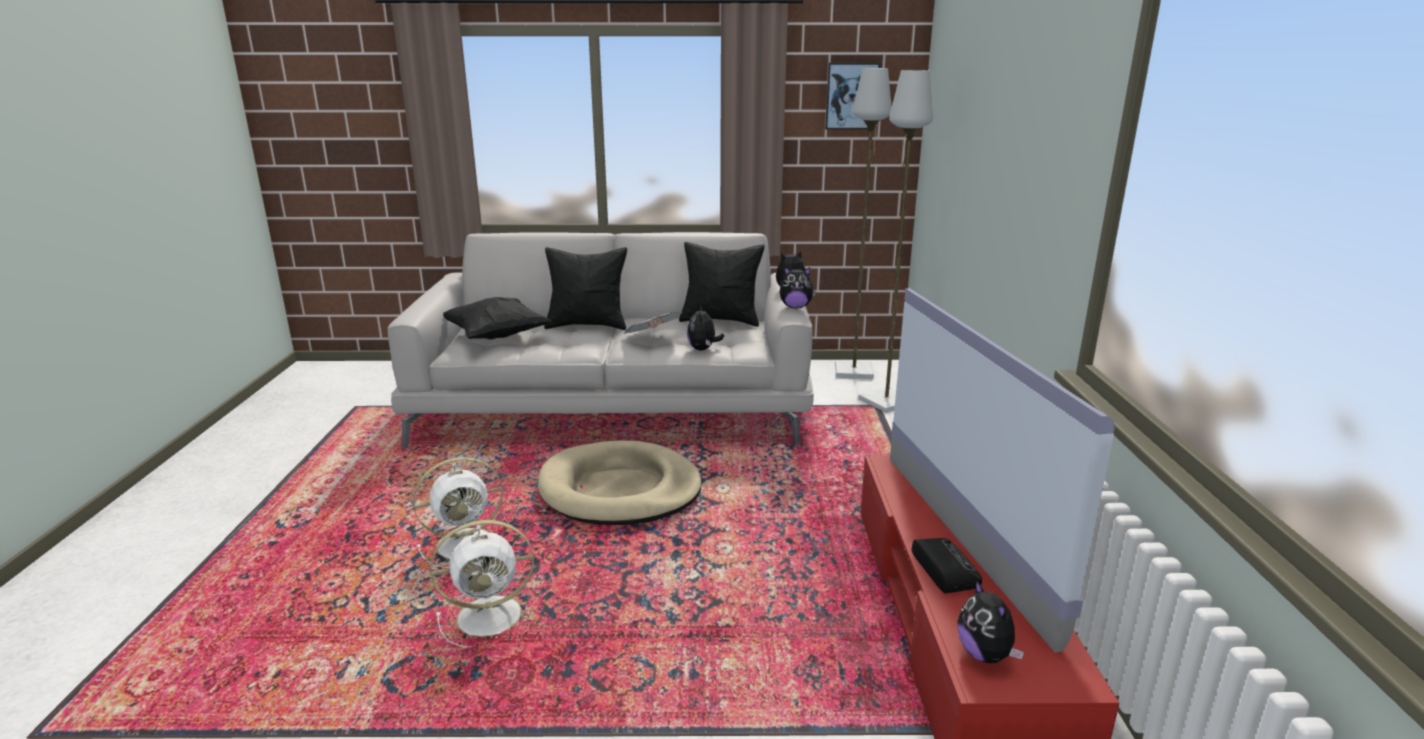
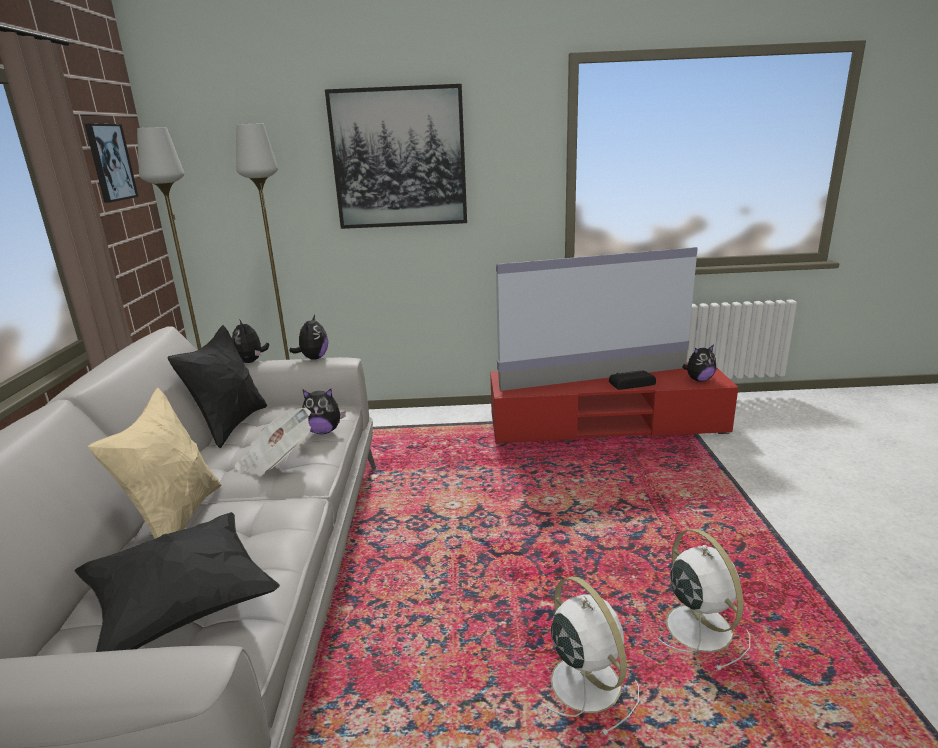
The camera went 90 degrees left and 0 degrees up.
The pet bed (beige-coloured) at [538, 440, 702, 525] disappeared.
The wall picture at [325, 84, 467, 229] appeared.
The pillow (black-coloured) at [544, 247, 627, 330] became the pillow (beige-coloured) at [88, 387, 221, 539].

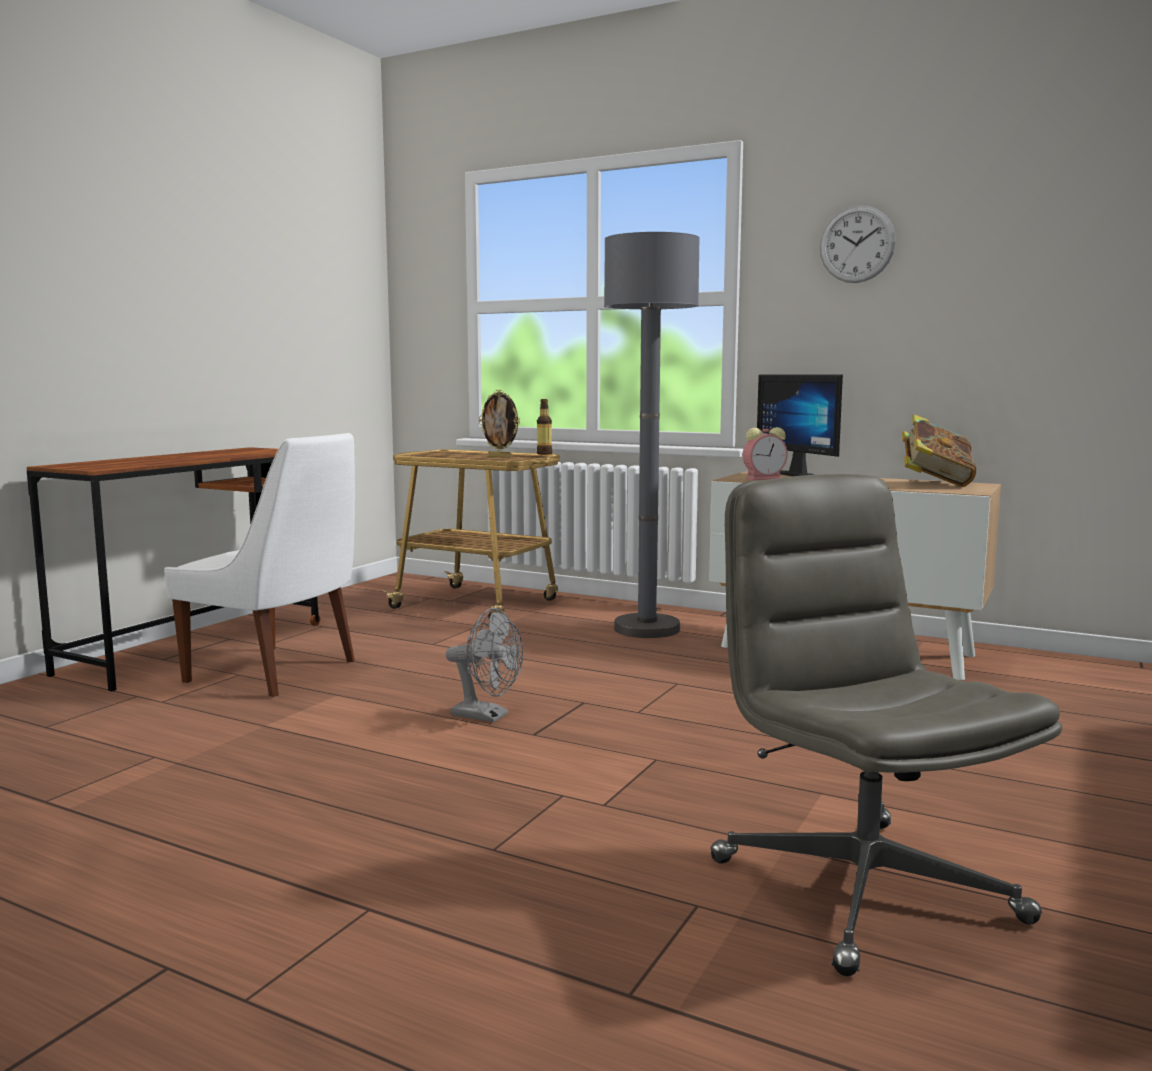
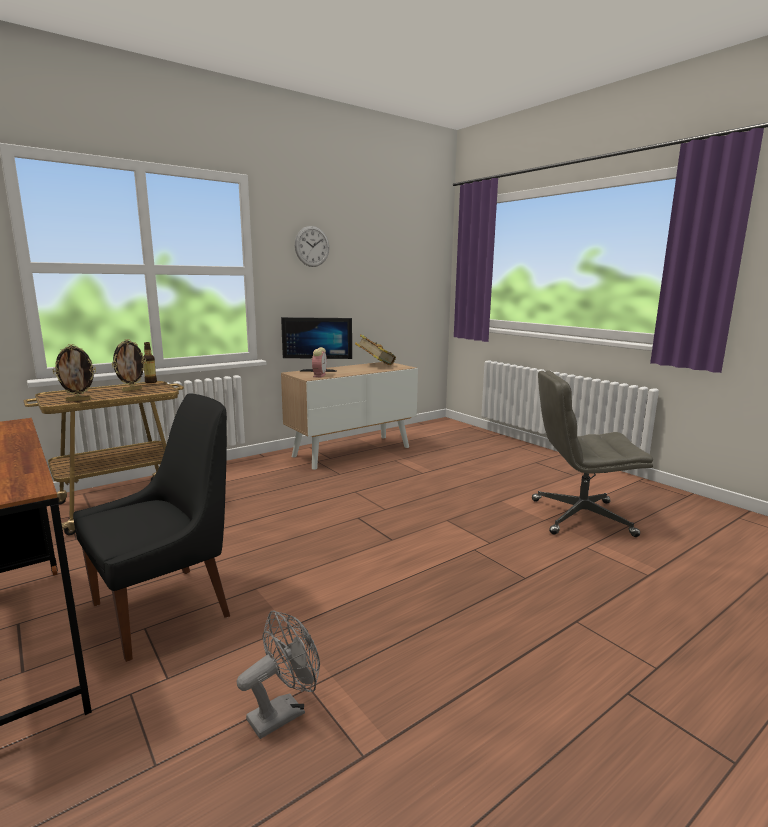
The camera went 65 degrees left and 5 degrees up.
The standard lamp (greyish) at [604, 232, 700, 638] disappeared.
The standing frame at [53, 344, 96, 402] appeared.
The cooling fan (greyish) moved from [445, 608, 524, 723] to [237, 610, 320, 739].
The upright chair (white-coloured) at [164, 433, 355, 697] became the upright chair (black-coloured) at [73, 393, 230, 662].

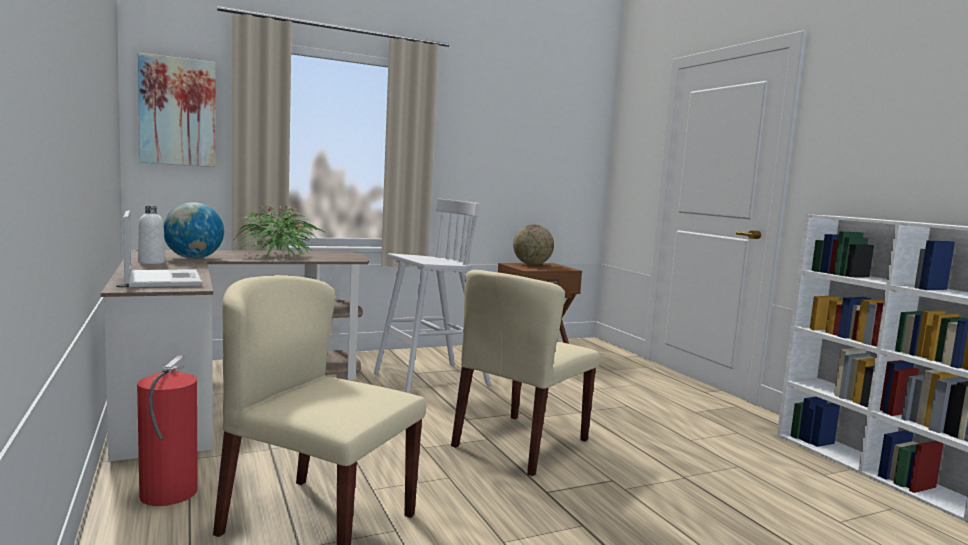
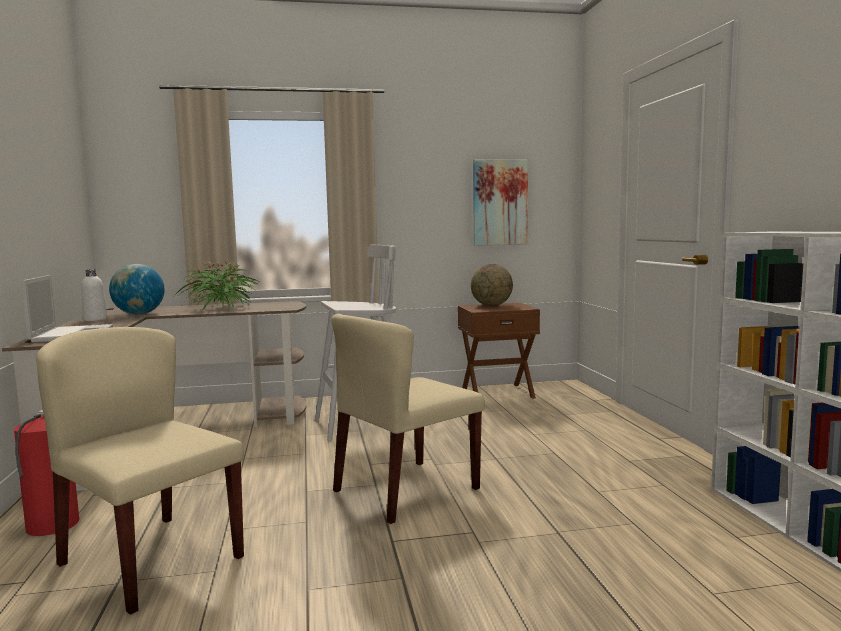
The camera went 15 degrees right and 0 degrees up.
The wall picture moved from [138, 53, 215, 167] to [473, 159, 528, 246].

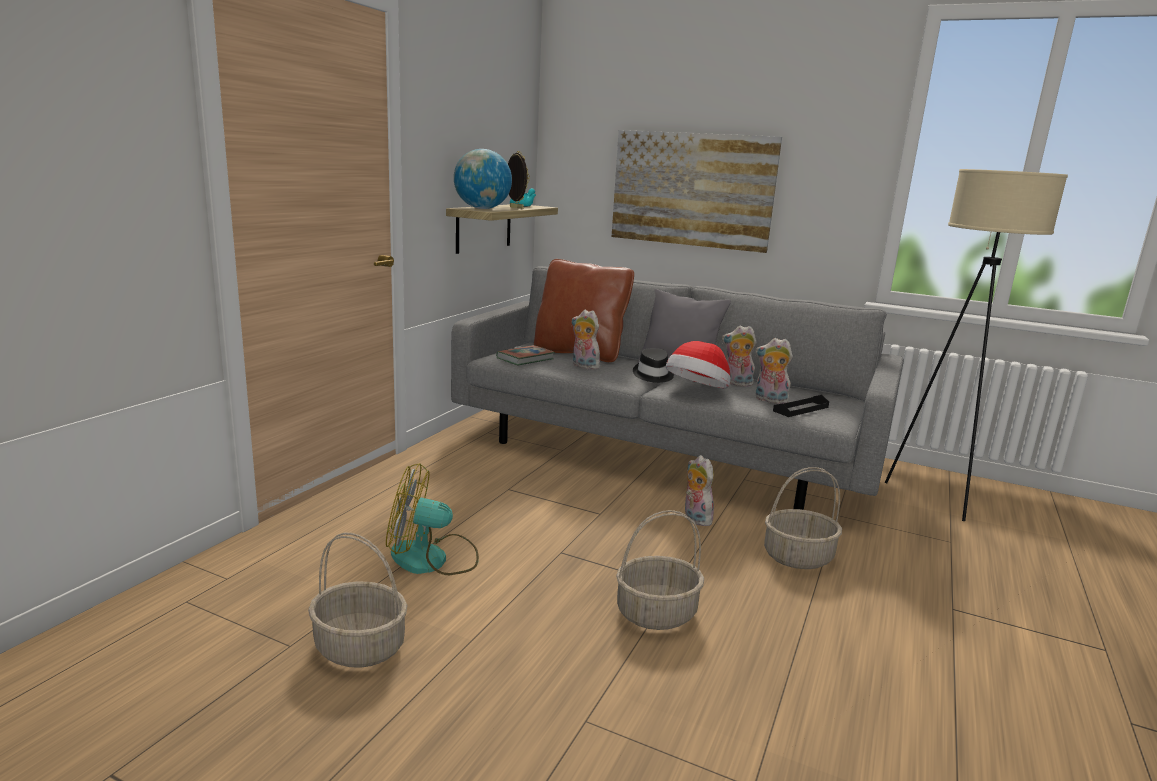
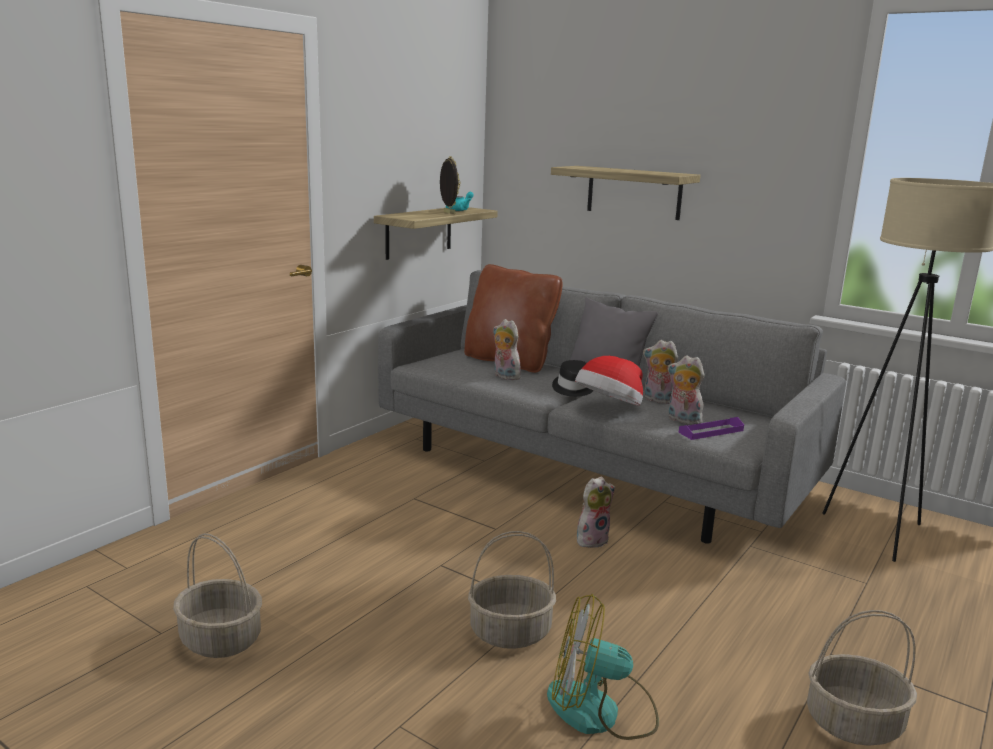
The camera went 10 degrees right and 0 degrees up.
The globe at [454, 149, 512, 209] disappeared.
The volume at [496, 345, 555, 365] disappeared.
The cooling fan moved from [386, 463, 479, 575] to [547, 594, 659, 740].
The storage basket moved from [764, 467, 842, 569] to [807, 610, 917, 746].
The wall picture at [612, 130, 782, 253] was replaced by the bracket shelf at [551, 166, 701, 220].
The carrying tray (black-coloured) at [773, 395, 829, 417] became the carrying tray (purple-coloured) at [679, 417, 744, 440].
The plush toy at [685, 455, 714, 526] turned 75 degrees clockwise.

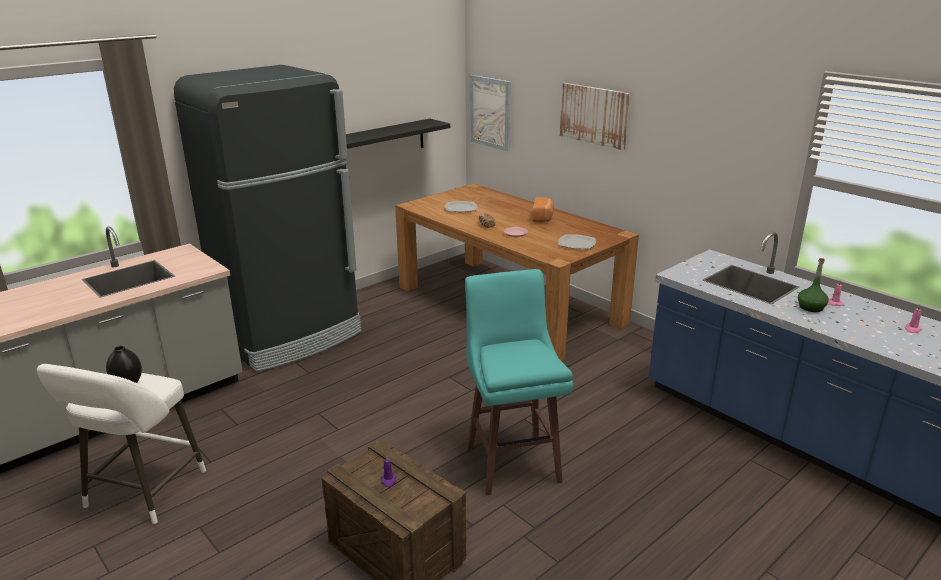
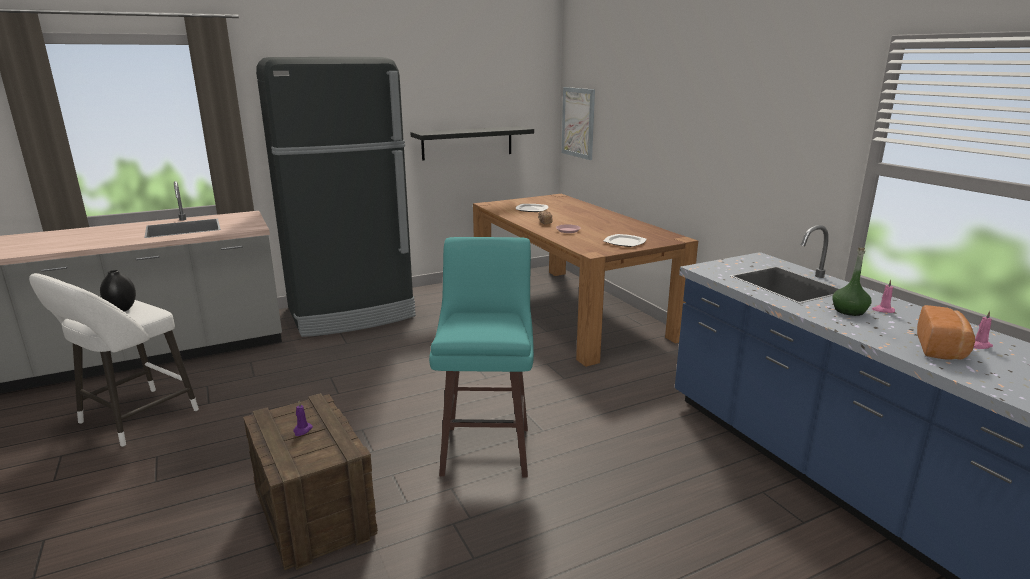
The camera went 15 degrees right and 5 degrees down.
The wall picture at [560, 83, 630, 150] disappeared.
The bakery bread moved from [532, 197, 554, 222] to [917, 305, 975, 360].

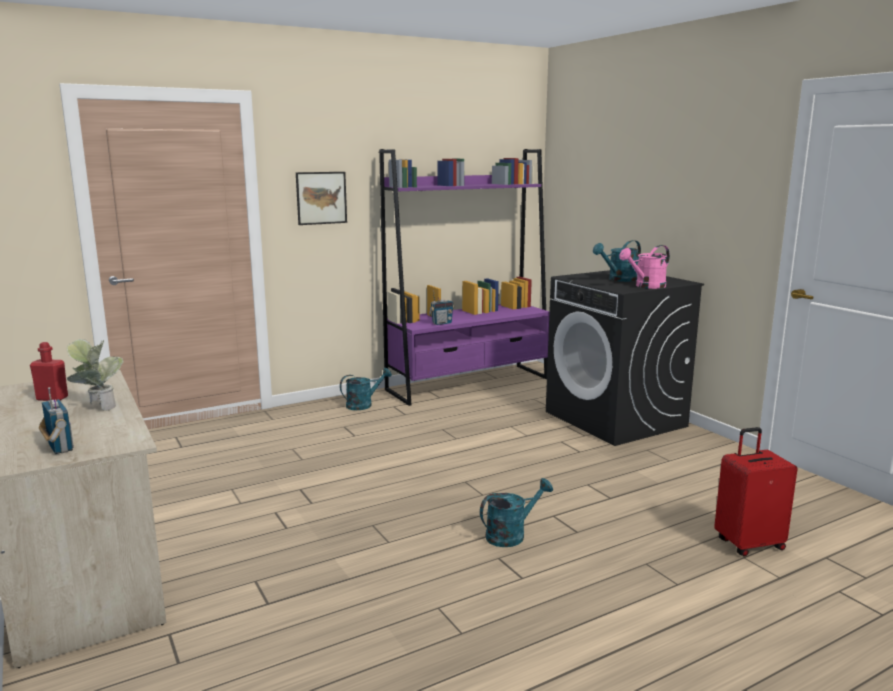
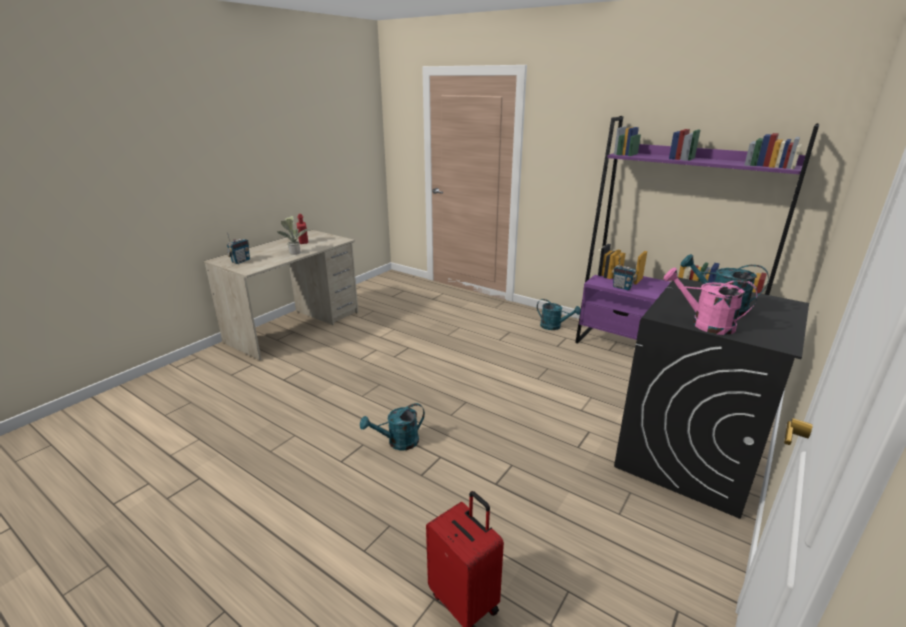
The camera went 65 degrees right and 10 degrees up.
The wall picture at [296, 172, 347, 225] disappeared.
The sprinkling can (turquoise-coloured) at [480, 478, 553, 547] turned 120 degrees clockwise.

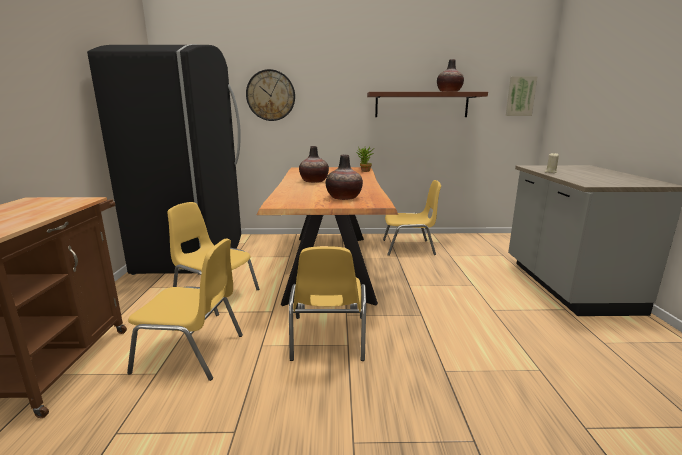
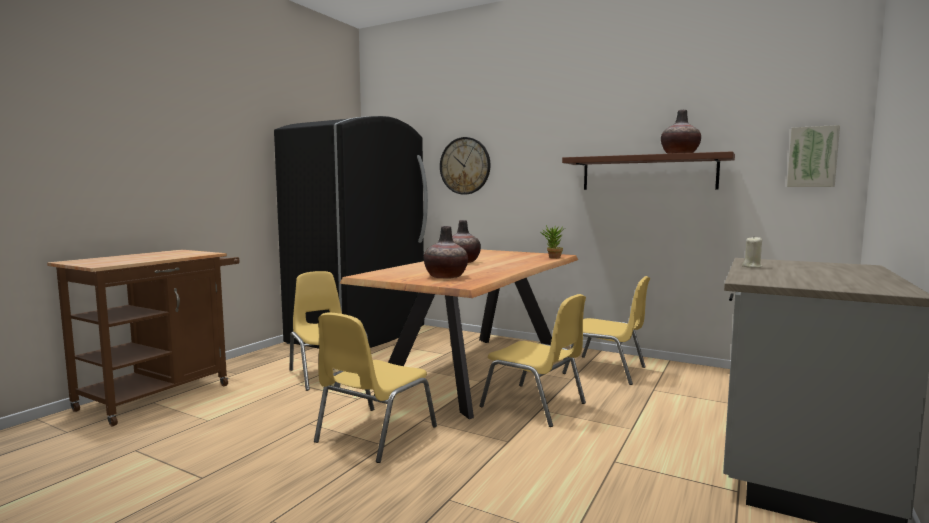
The camera went 30 degrees right and 10 degrees down.
The upright chair (yellow-coloured) moved from [127, 238, 243, 381] to [479, 294, 586, 427].

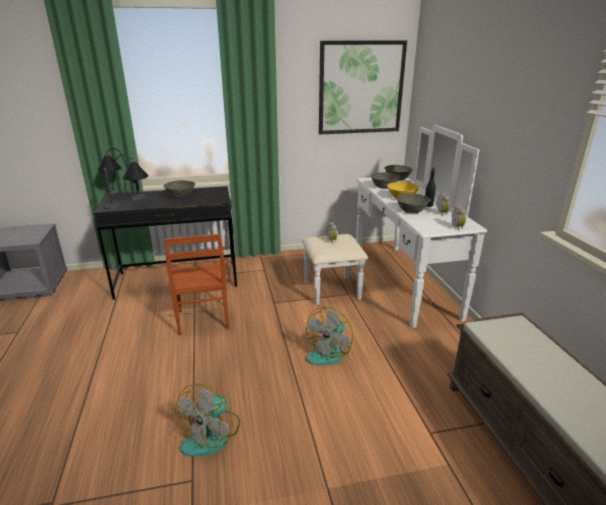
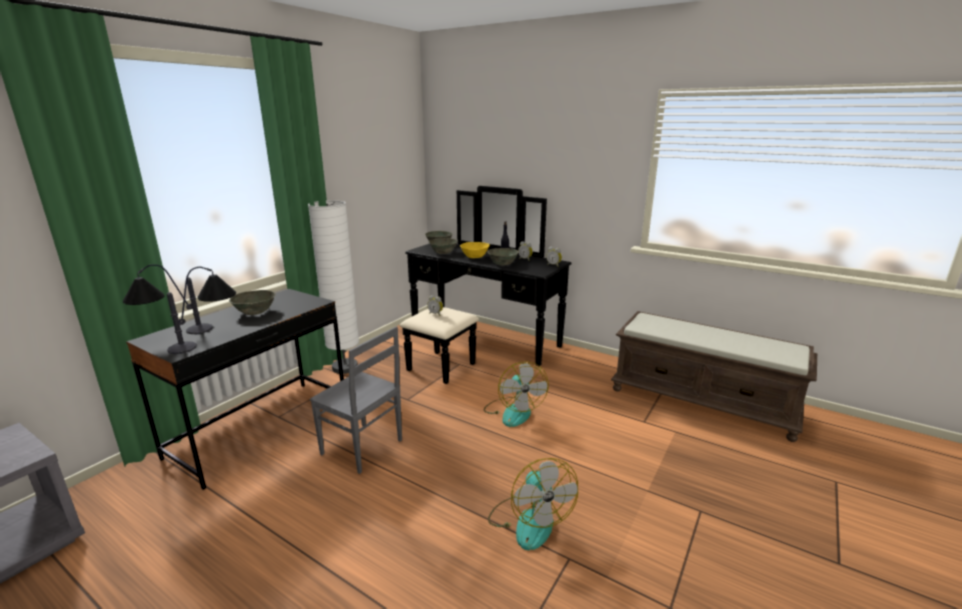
The camera went 45 degrees left and 5 degrees down.
The wall picture at [319, 41, 407, 134] disappeared.
The standard lamp (white-coloured) at [308, 200, 359, 374] appeared.
The upright chair (brown) at [164, 234, 229, 335] became the upright chair (greyish) at [310, 326, 402, 474].
The dresser (white-coloured) at [302, 125, 487, 328] became the dresser (black-coloured) at [400, 186, 572, 384].

